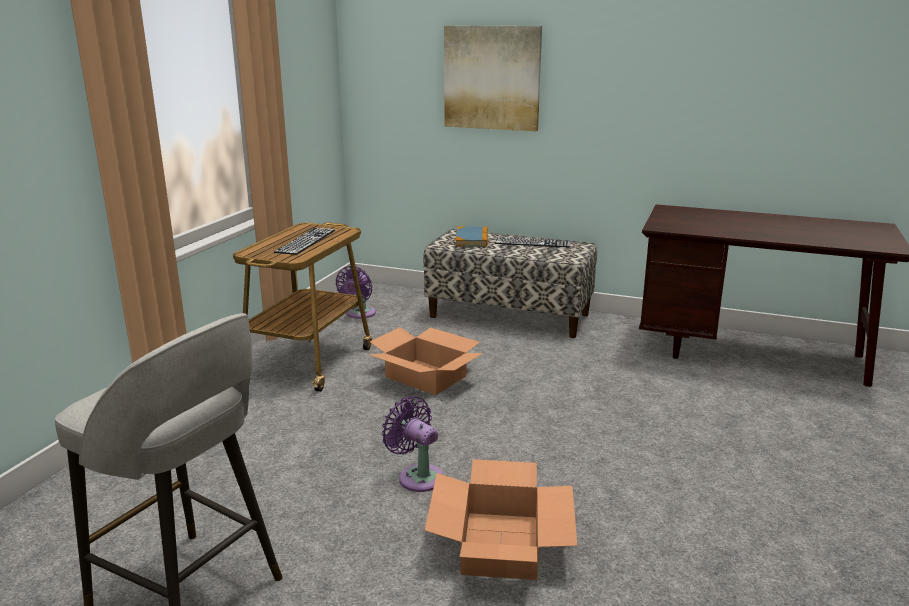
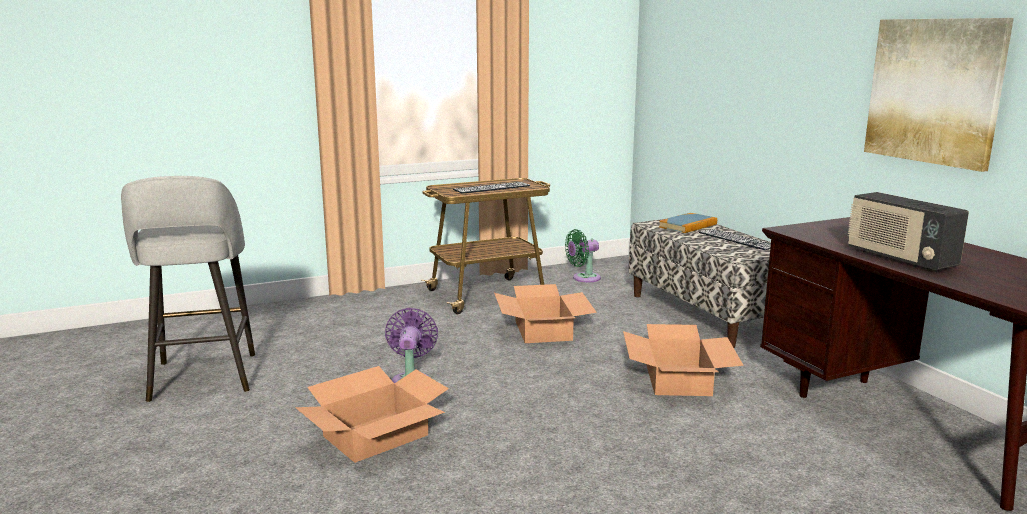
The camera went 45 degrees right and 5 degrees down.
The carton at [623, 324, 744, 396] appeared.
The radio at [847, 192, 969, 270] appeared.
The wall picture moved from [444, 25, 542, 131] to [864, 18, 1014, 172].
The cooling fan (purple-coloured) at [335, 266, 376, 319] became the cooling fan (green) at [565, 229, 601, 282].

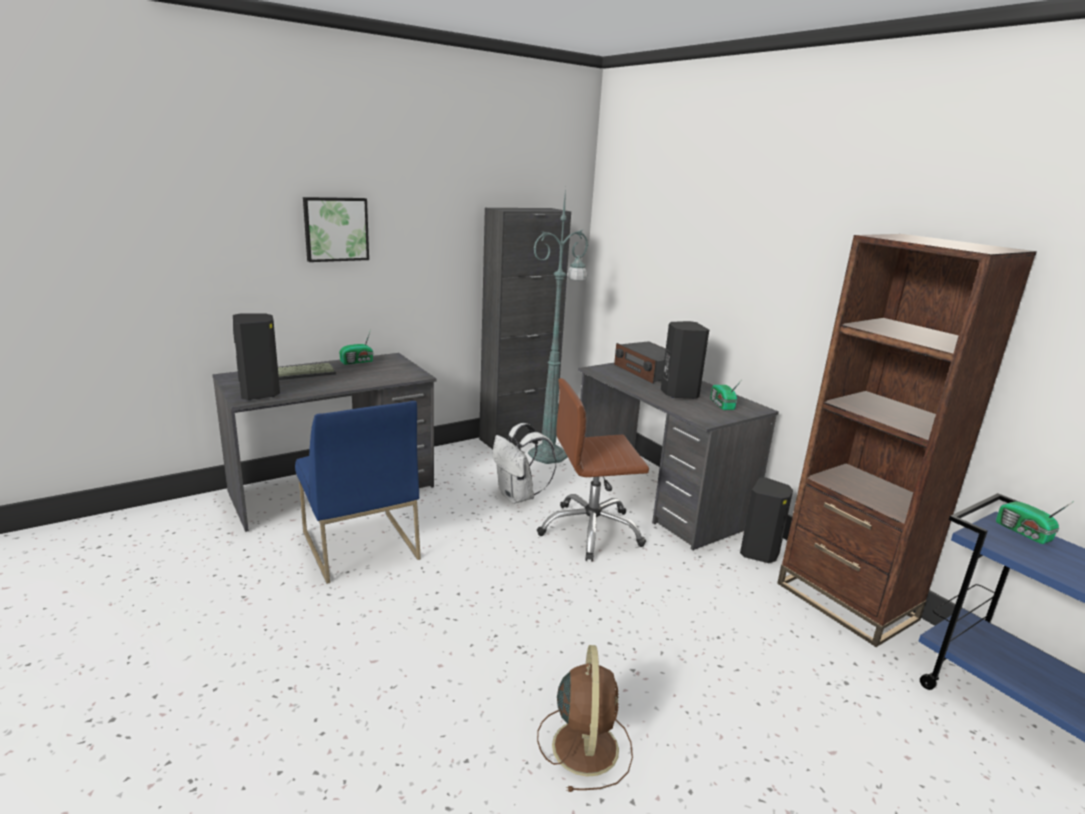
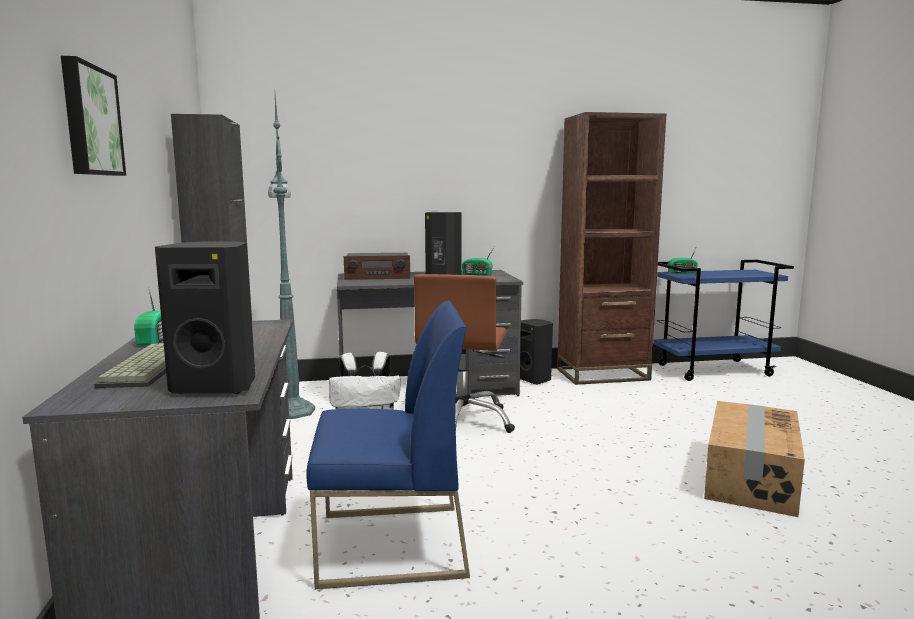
The camera went 65 degrees left and 10 degrees down.
The cooling fan (brown) at [537, 645, 633, 792] was replaced by the carton at [704, 401, 805, 517].

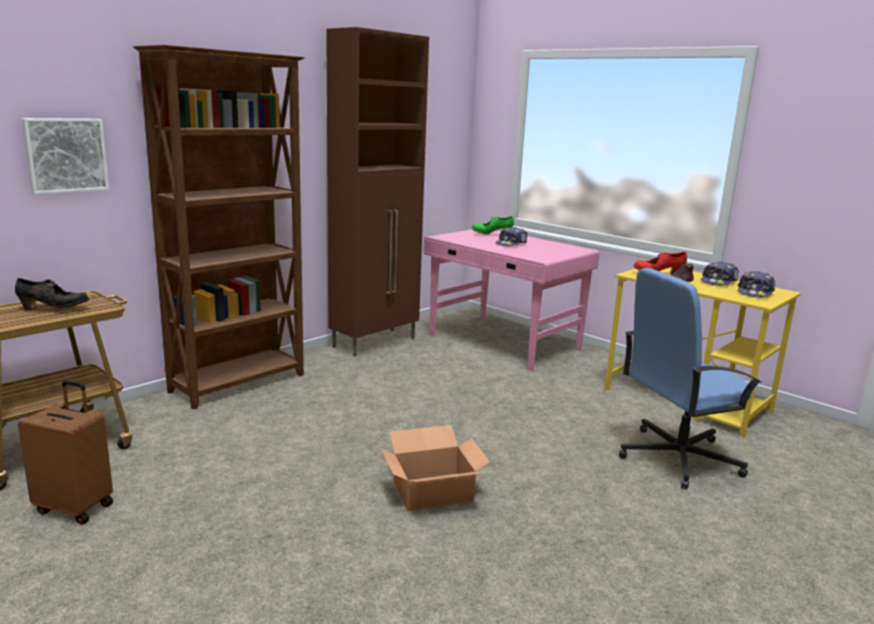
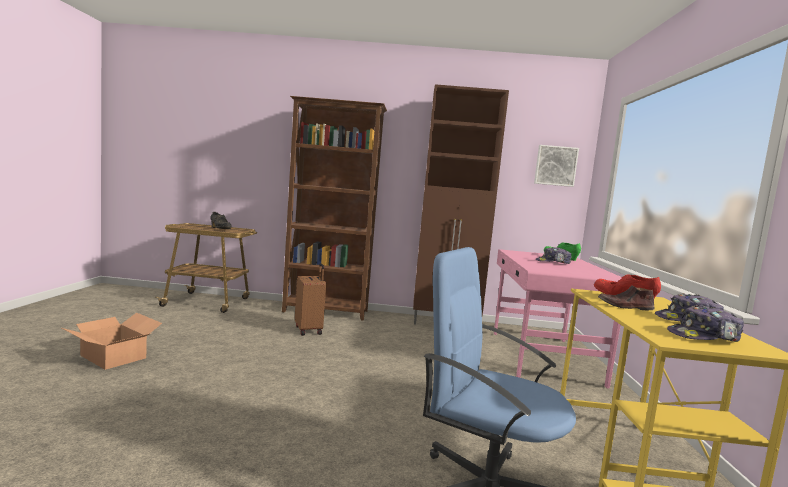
The camera went 50 degrees right and 10 degrees down.
The piece of luggage (brown) moved from [18, 380, 113, 525] to [295, 263, 326, 336].
The wall picture moved from [21, 118, 109, 194] to [534, 145, 579, 187].
The carton moved from [381, 425, 490, 511] to [62, 313, 162, 370].

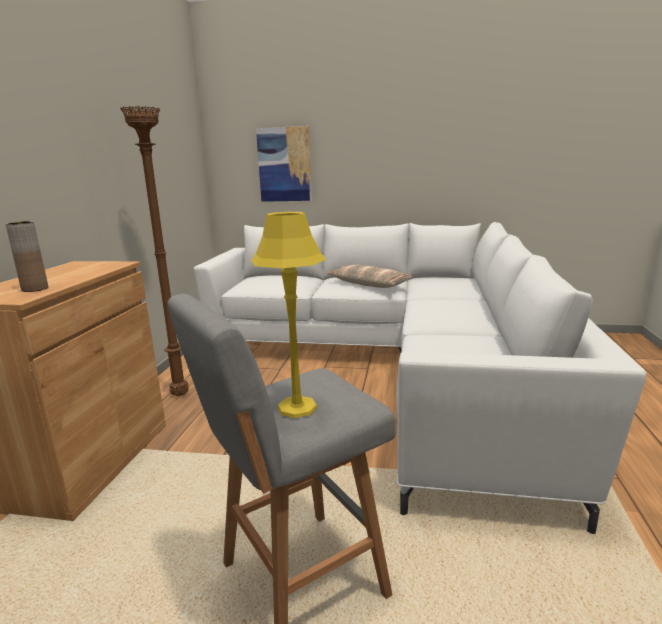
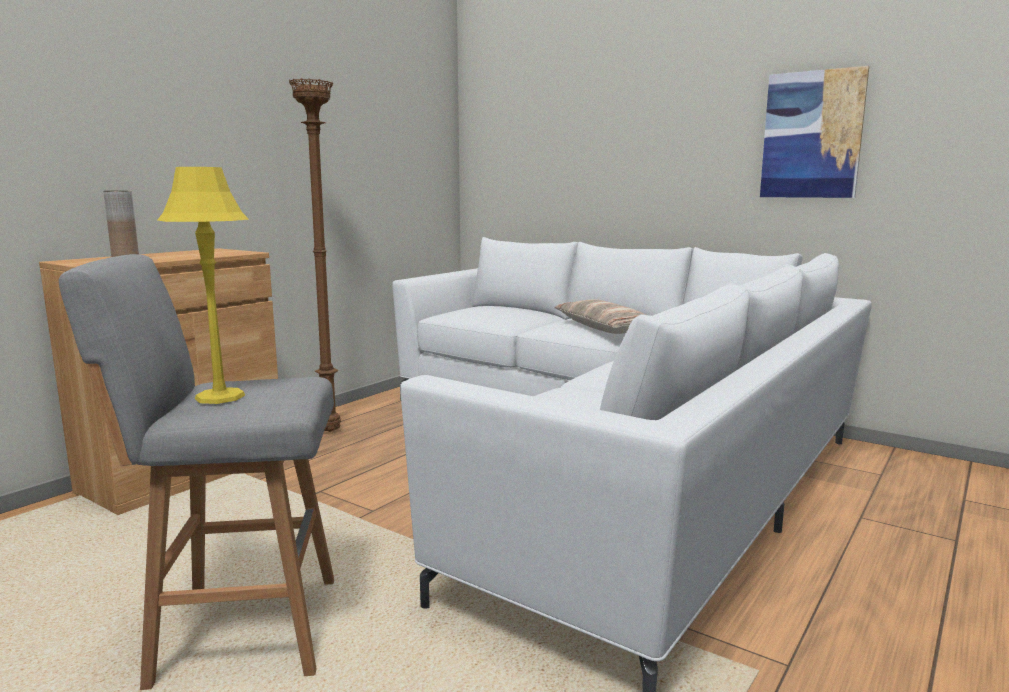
The camera went 25 degrees right and 5 degrees down.
The wall picture moved from [256, 126, 312, 202] to [760, 66, 869, 198].

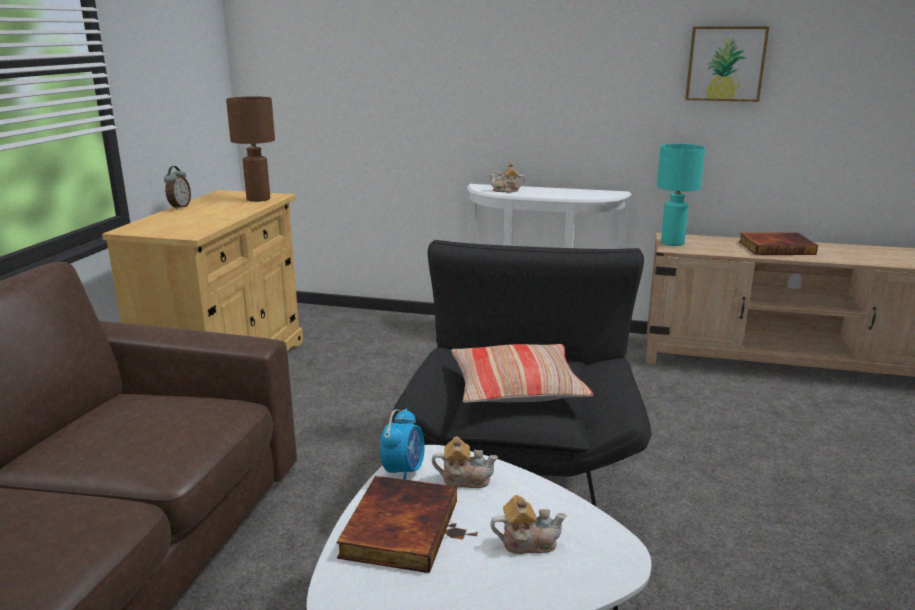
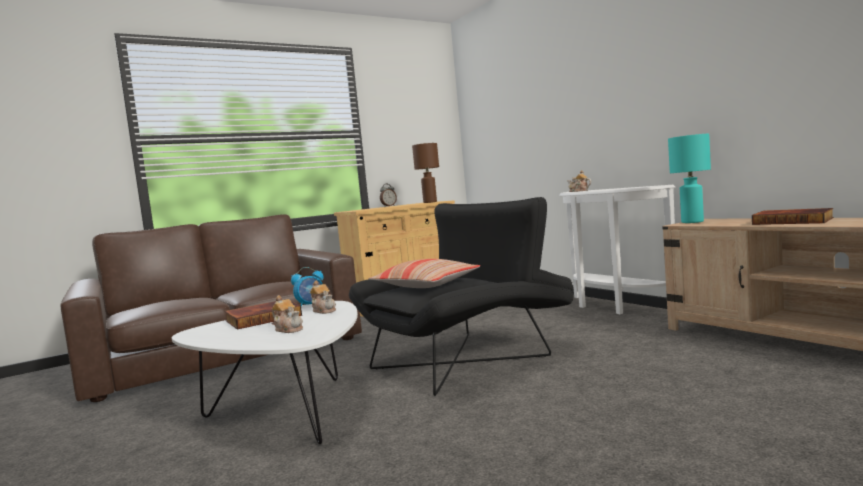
The camera went 45 degrees right and 15 degrees down.
The wall picture at [685, 26, 769, 102] disappeared.

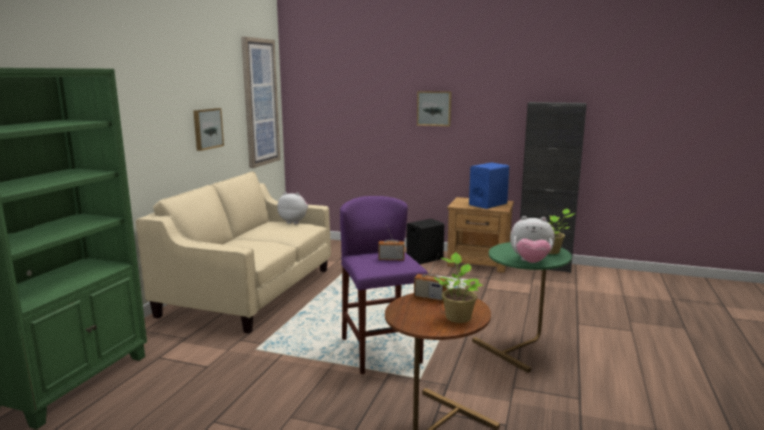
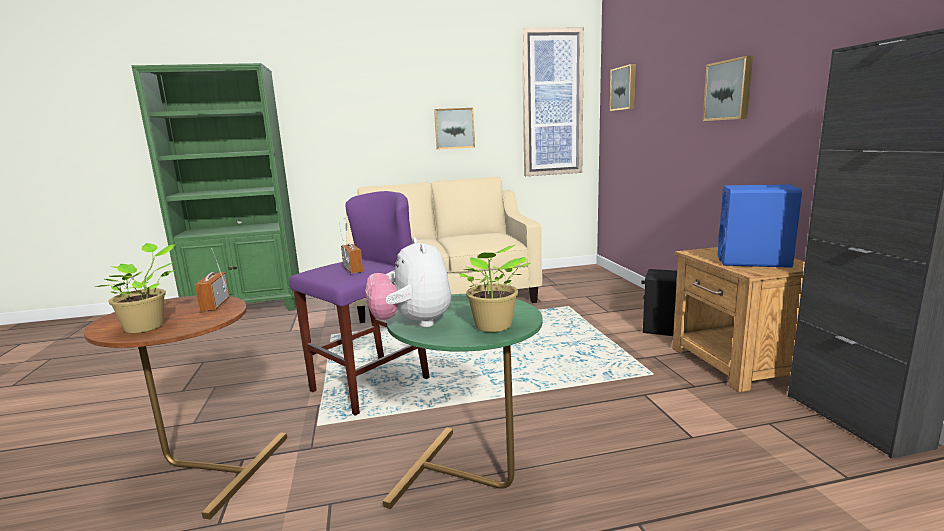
The camera went 60 degrees right and 0 degrees up.
The plush toy at [277, 192, 308, 224] disappeared.
The wall picture at [610, 64, 636, 111] appeared.

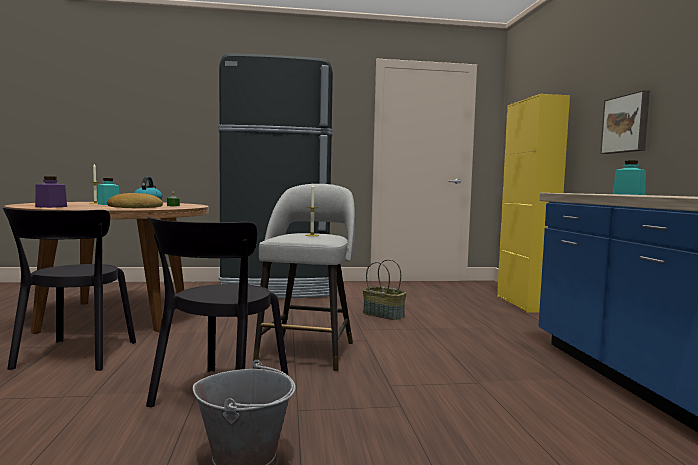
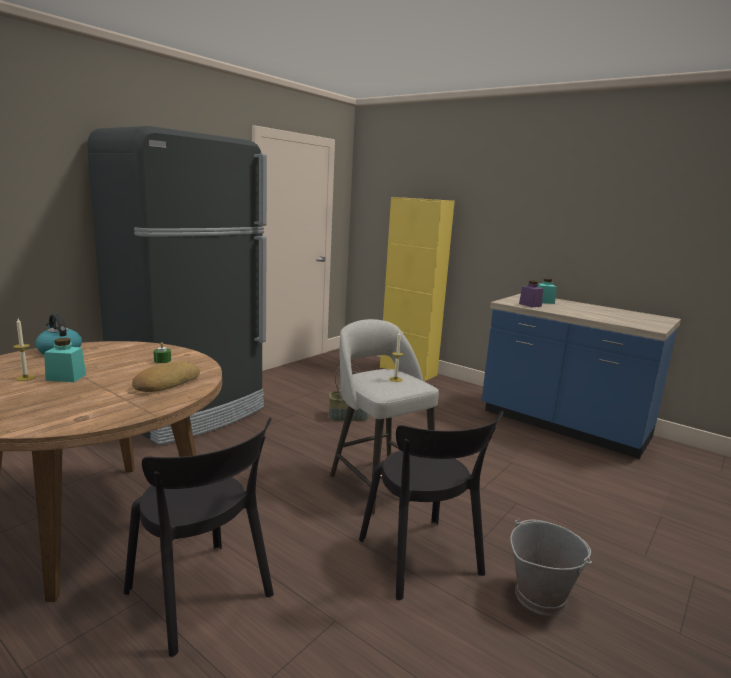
The camera went 45 degrees left and 10 degrees up.
The wall picture at [600, 90, 650, 154] disappeared.
The preserve jar (purple-coloured) moved from [35, 176, 67, 208] to [519, 280, 543, 307].

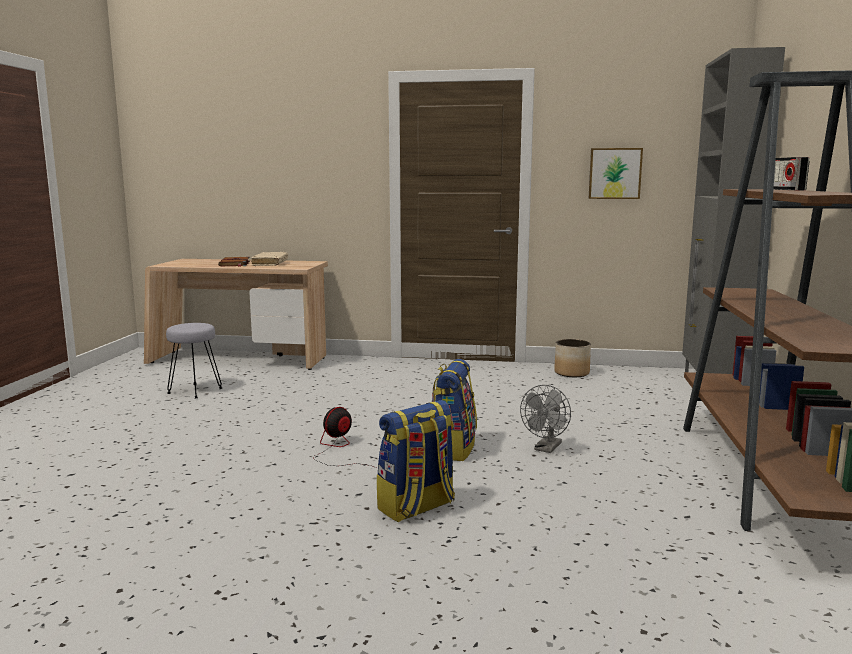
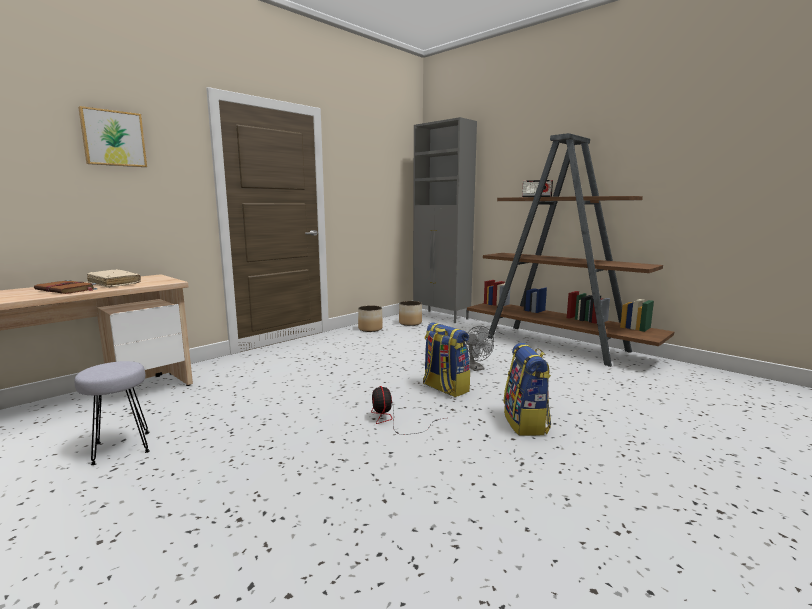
The camera went 55 degrees left and 0 degrees up.
The plant pot at [399, 301, 422, 326] appeared.
The wall picture moved from [589, 148, 643, 199] to [78, 106, 147, 167].

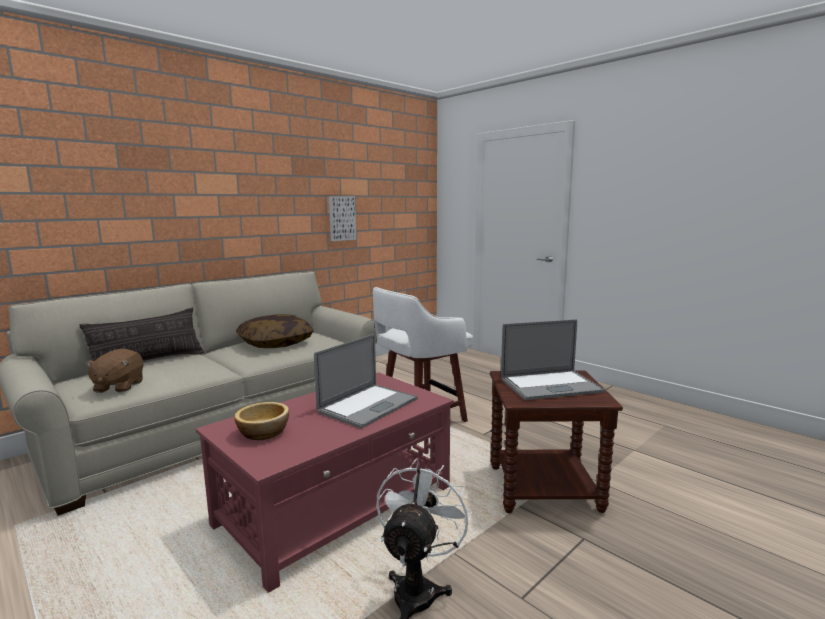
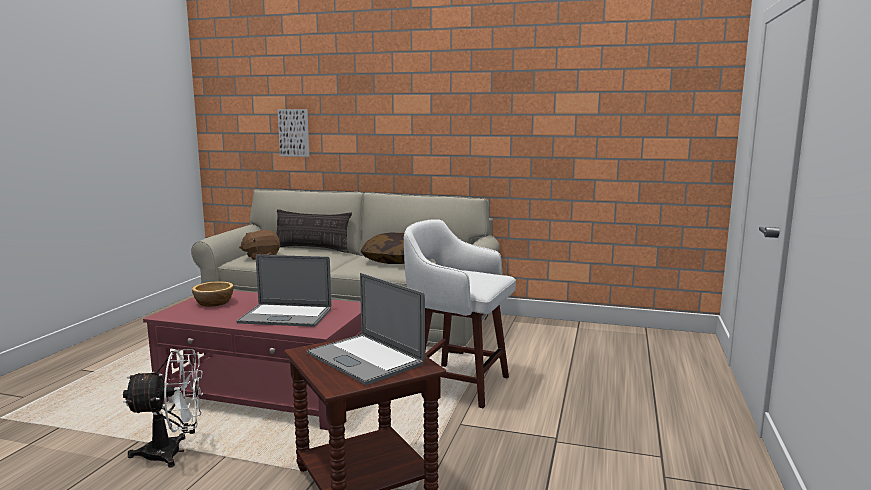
The camera went 60 degrees right and 0 degrees up.
The wall picture moved from [329, 196, 356, 241] to [277, 109, 309, 157].

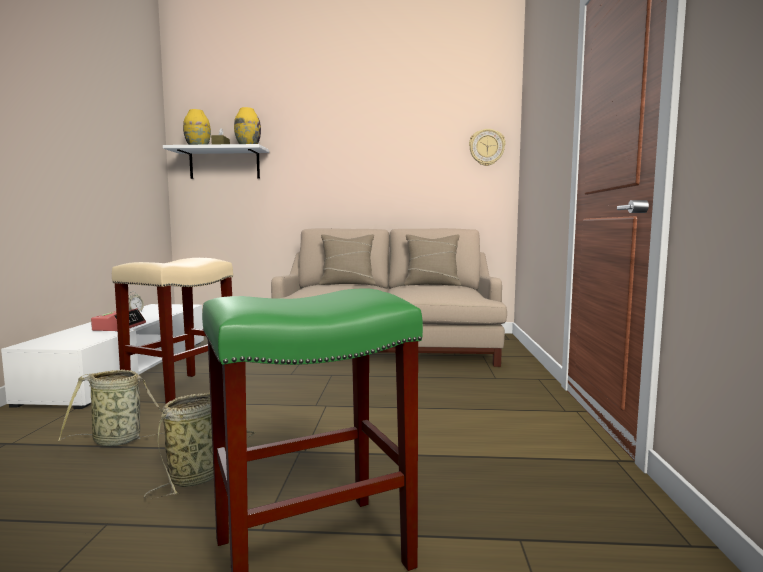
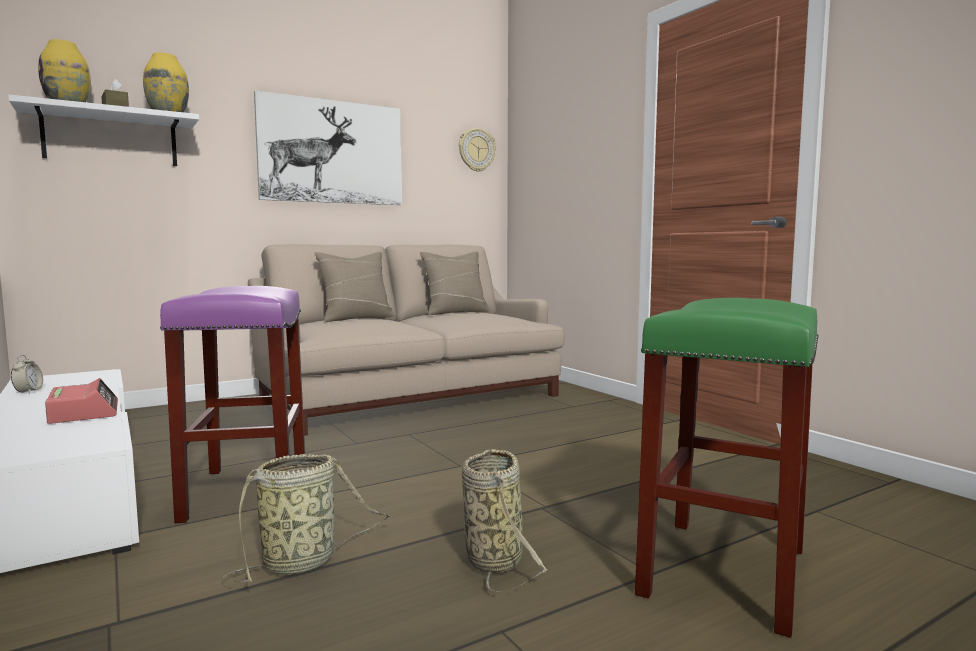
The camera went 35 degrees left and 0 degrees up.
The wall picture at [254, 91, 402, 205] appeared.
The stool (beige-coloured) at [112, 258, 233, 403] became the stool (purple-coloured) at [160, 286, 305, 523].

